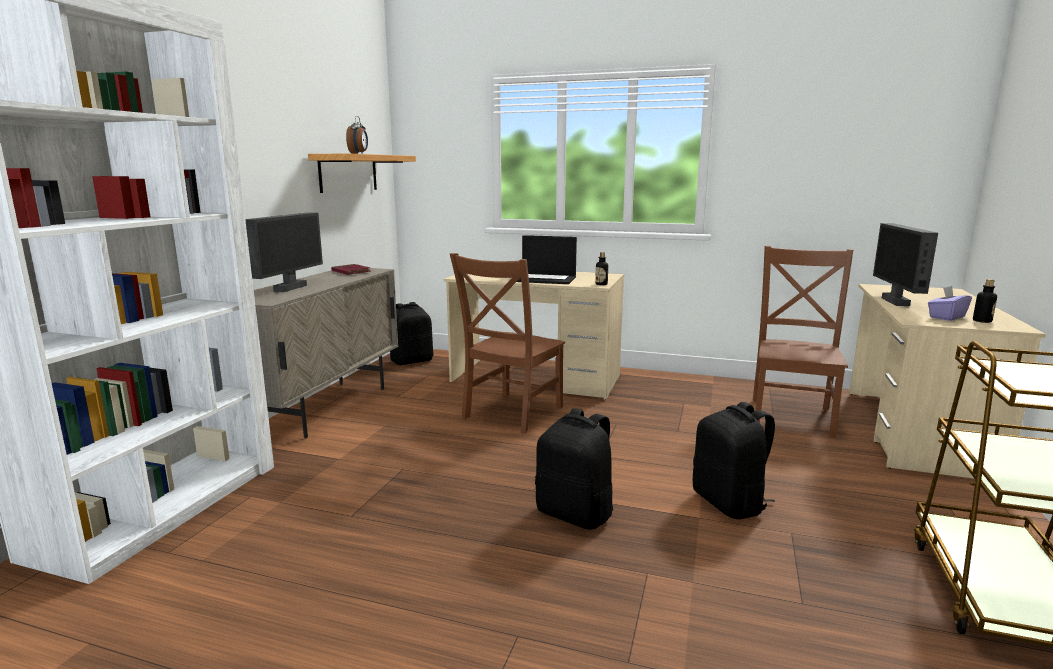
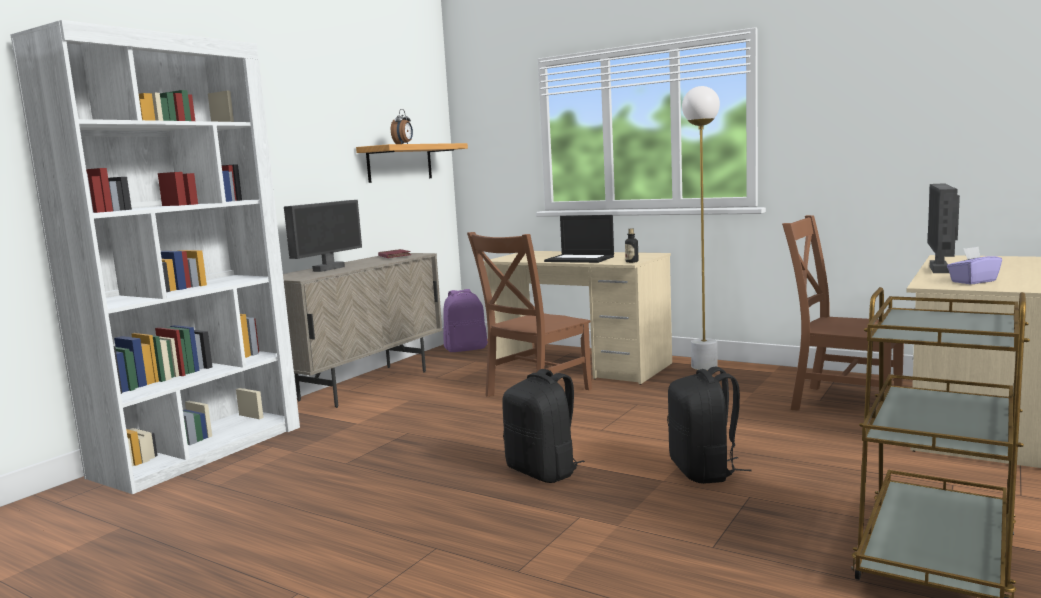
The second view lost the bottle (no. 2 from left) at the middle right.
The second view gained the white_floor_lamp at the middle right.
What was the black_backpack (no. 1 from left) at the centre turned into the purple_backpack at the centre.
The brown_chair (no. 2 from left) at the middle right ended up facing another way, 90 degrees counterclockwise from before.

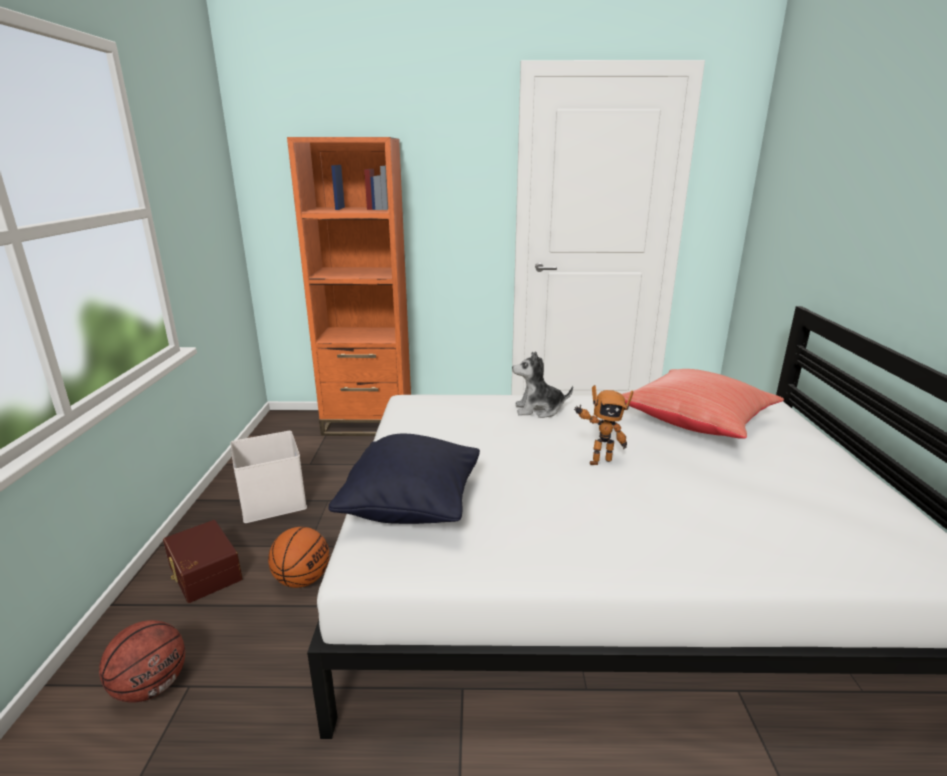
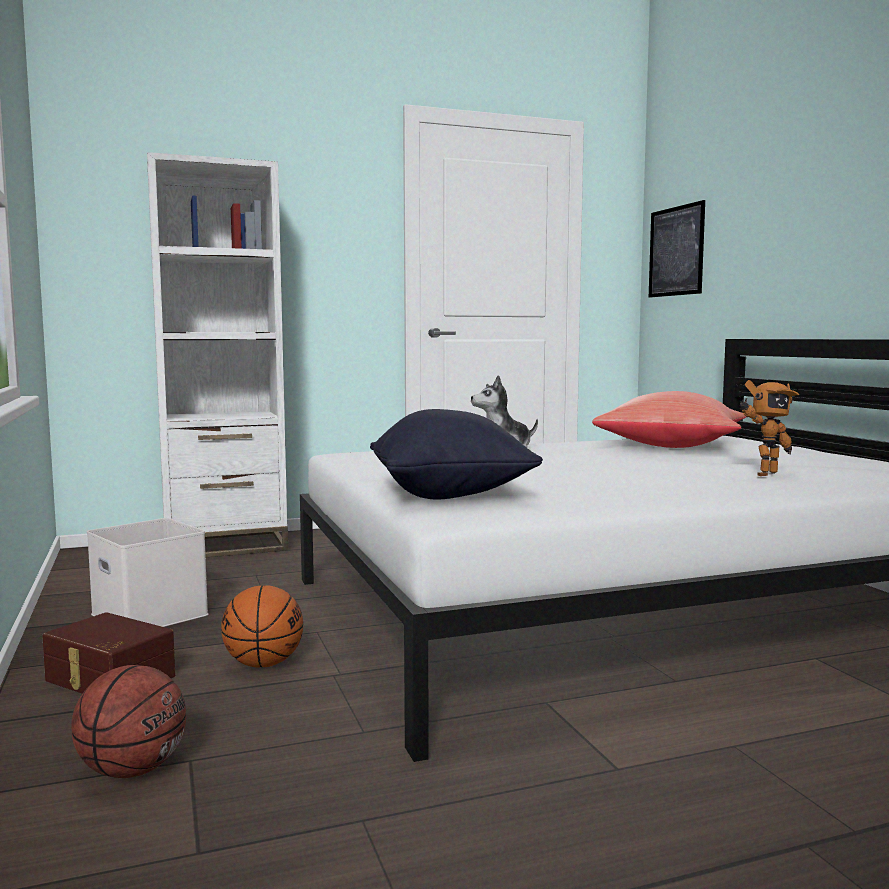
The second view gained the picture at the top right.
The toy_robot ended up elsewhere, having gone from the centre to the middle right.
What was the orange_bookcase at the centre turned into the white_bookcase at the middle left.

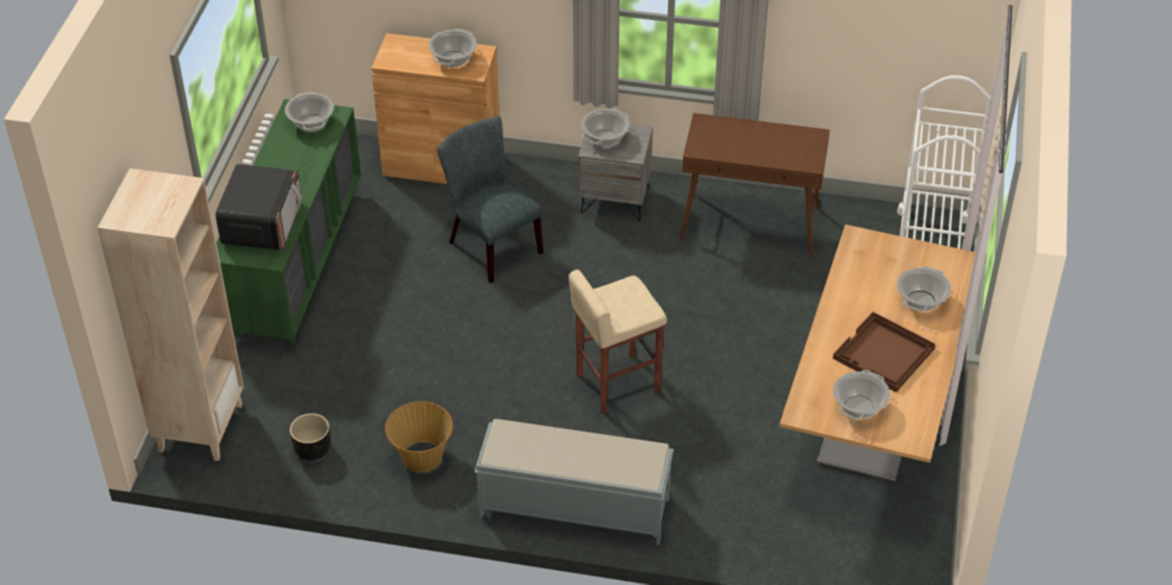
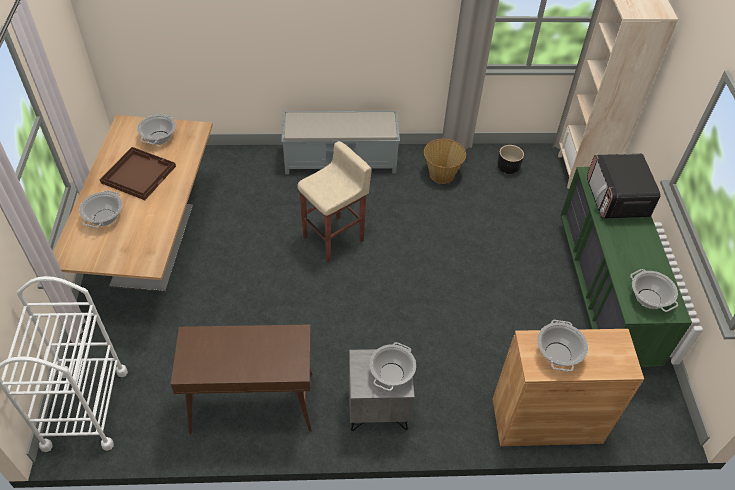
The second view lost the grey_chair at the centre.

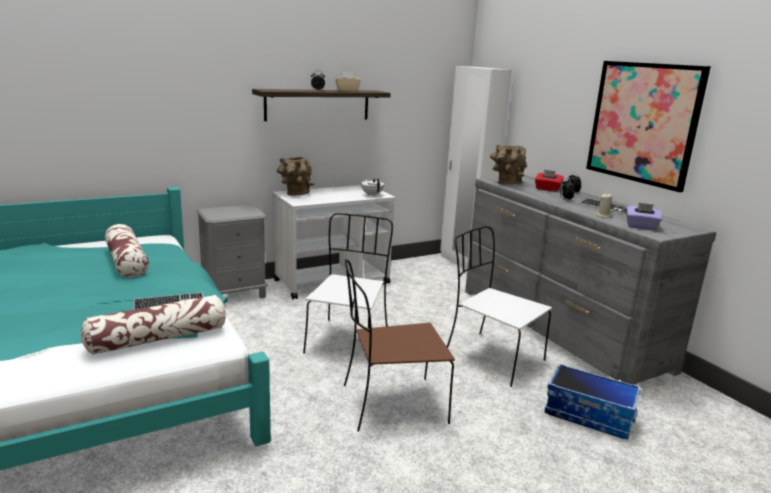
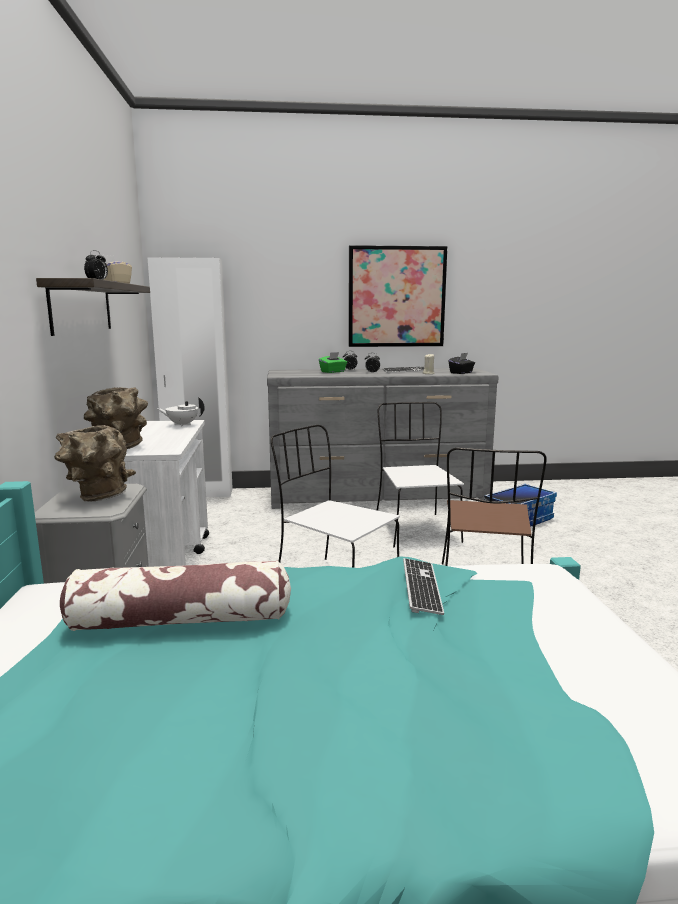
The second view lost the pillow (no. 2 from left) at the middle left.
The brown_vase (no. 2 from left in the first image) ended up elsewhere, having gone from the centre to the middle left.
What was the red_tissue_box at the middle right turned into the green_tissue_box at the centre.
What was the purple_tissue_box at the middle right turned into the black_tissue_box at the middle right.
The white_chair (no. 2 from left) at the centre ended up facing another way, 105 degrees clockwise from before.

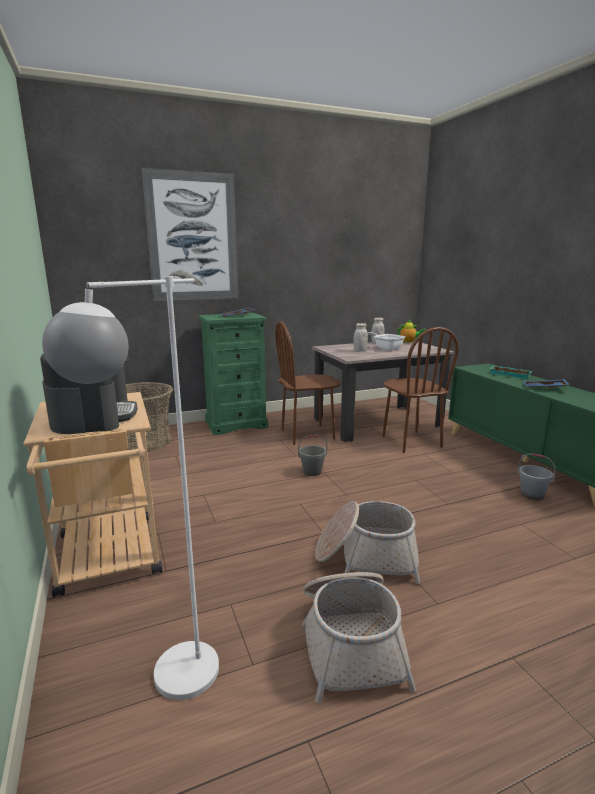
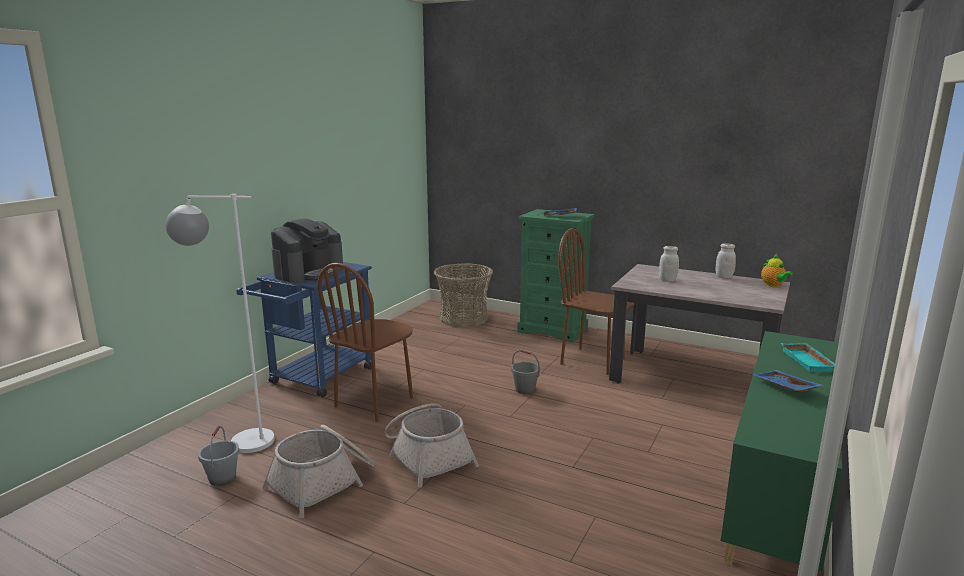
The second view lost the picture at the top left.
The second view lost the frying_pan at the centre.
The brown_chair (no. 2 from left in the first image) ended up elsewhere, having gone from the middle right to the centre.
The grey_bucket (no. 2 from left in the first image) ended up elsewhere, having gone from the middle right to the bottom left.
What was the beige_cart at the middle left turned into the blue_cart at the middle left.

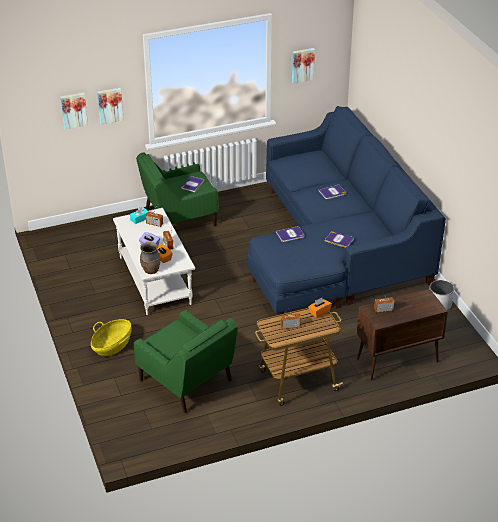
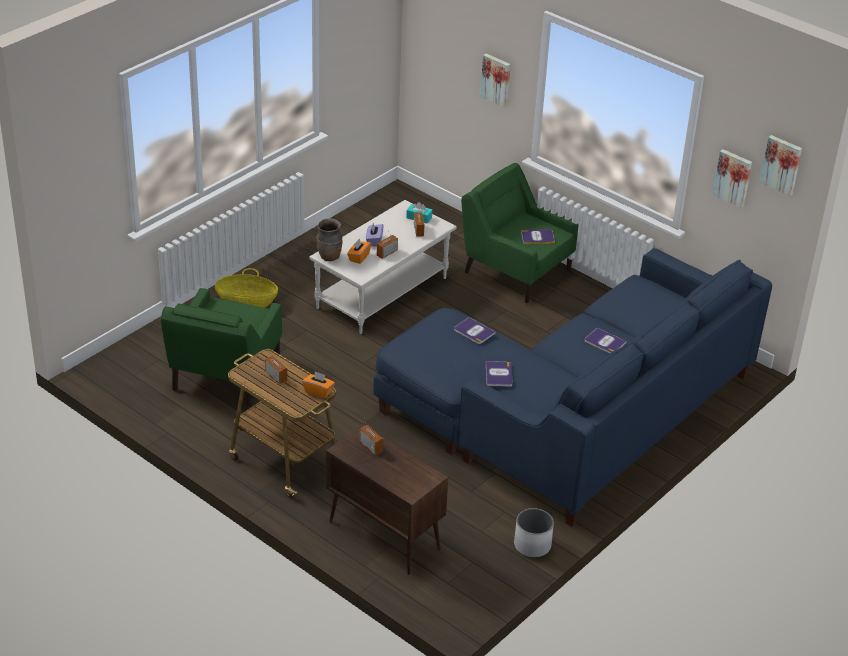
The picture (no. 1 from left in the first image) ended up elsewhere, having gone from the top left to the top right.

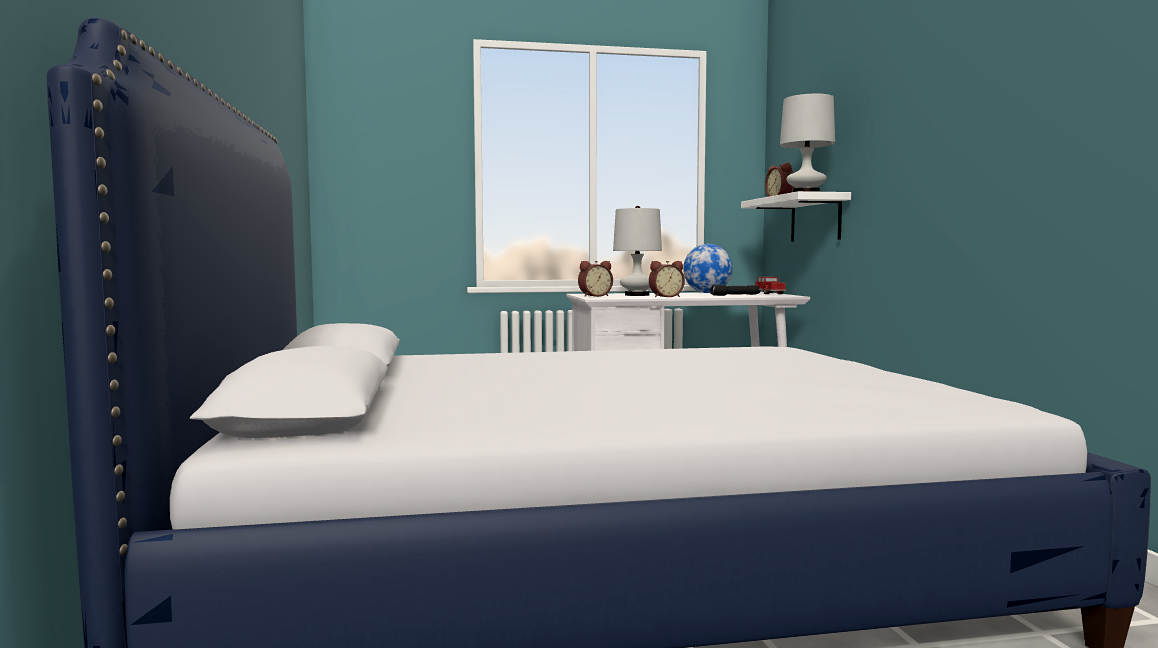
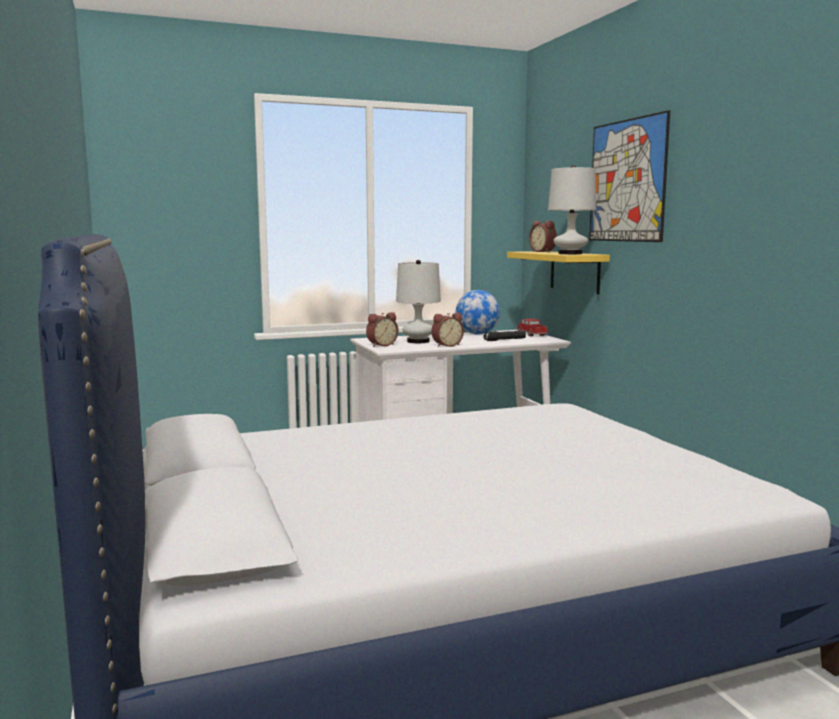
The second view gained the picture at the top right.
What was the white_shelf at the middle right turned into the yellow_shelf at the centre.

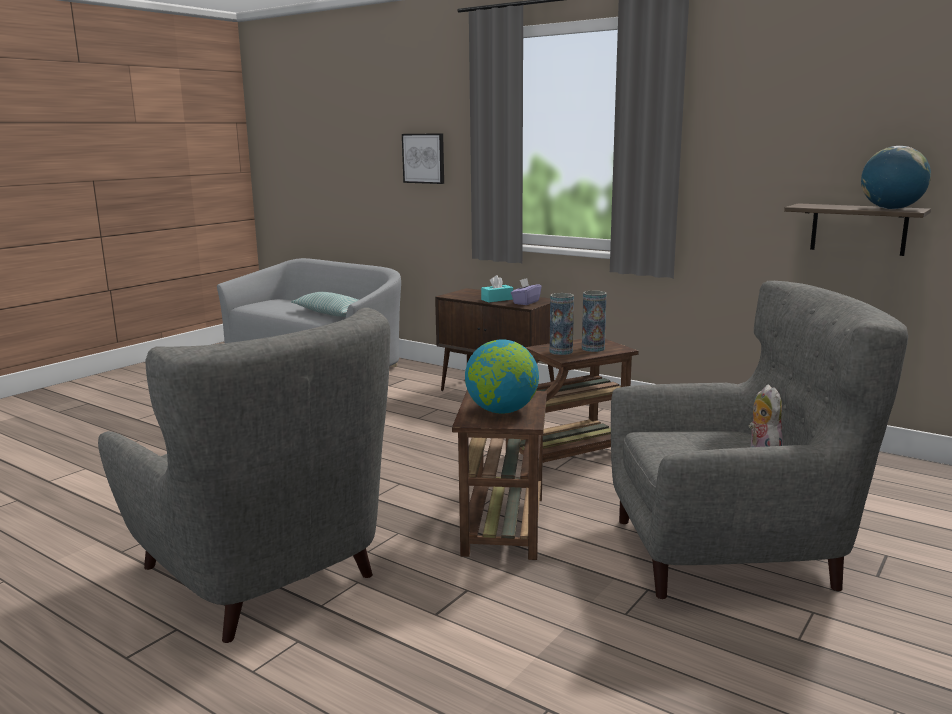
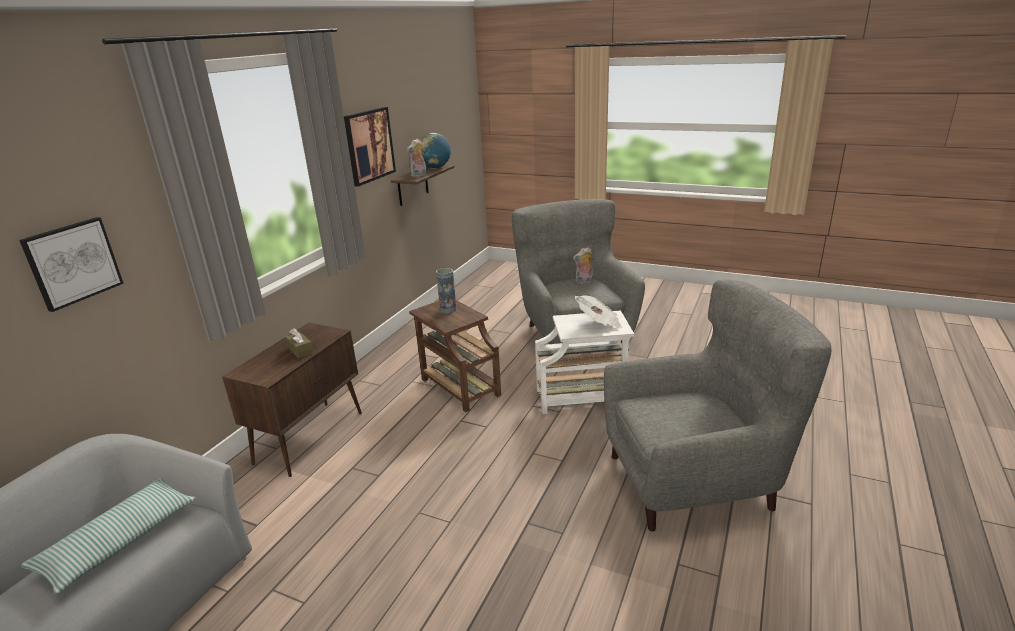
The second view lost the purple_tissue_box at the centre.
The second view lost the vase (no. 1 from left) at the centre.
The second view gained the picture (no. 2 from left) at the top centre.
The second view gained the plush_toy (no. 1 from left) at the top centre.
Where the globe (no. 1 from left) stood at the centre, the newspaper came to stand at the centre.
What was the brown_side_table (no. 1 from left) at the centre turned into the white_side_table at the centre.
What was the turquoise_tissue_box at the centre turned into the brown_tissue_box at the middle left.
The grey_armchair (no. 1 from left in the first image) at the middle left ended up facing another way, 45 degrees clockwise from before.

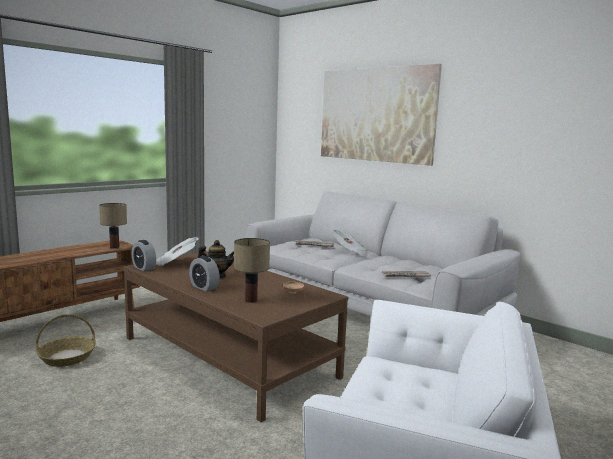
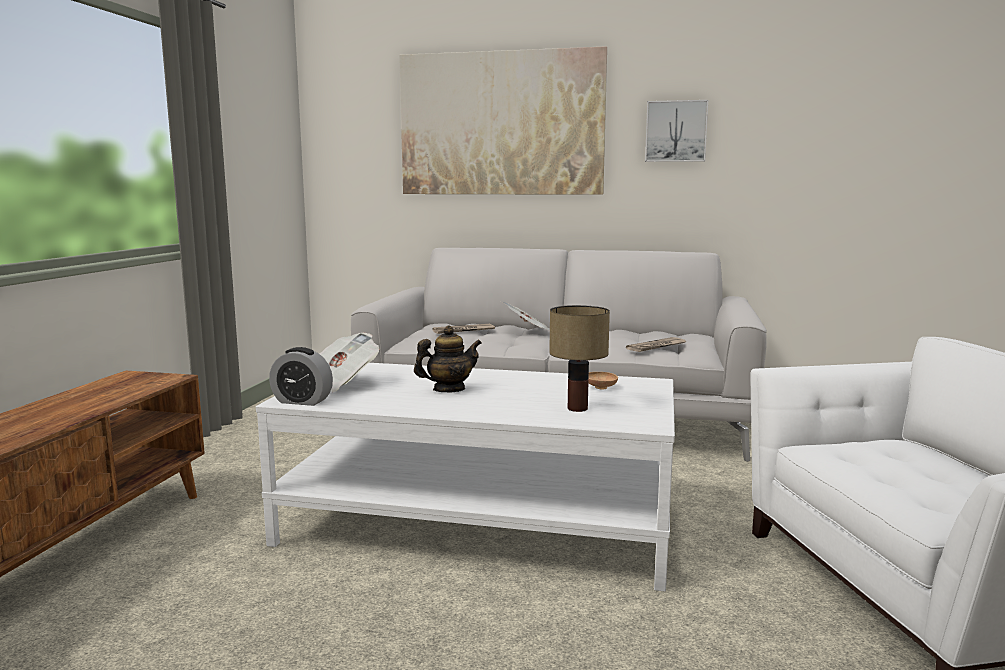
The second view lost the basket at the bottom left.
The second view lost the table_lamp (no. 1 from left) at the middle left.
The second view lost the alarm_clock (no. 2 from left) at the middle left.
The second view gained the picture (no. 2 from left) at the top right.
What was the brown_coffee_table at the bottom centre turned into the white_coffee_table at the bottom centre.

